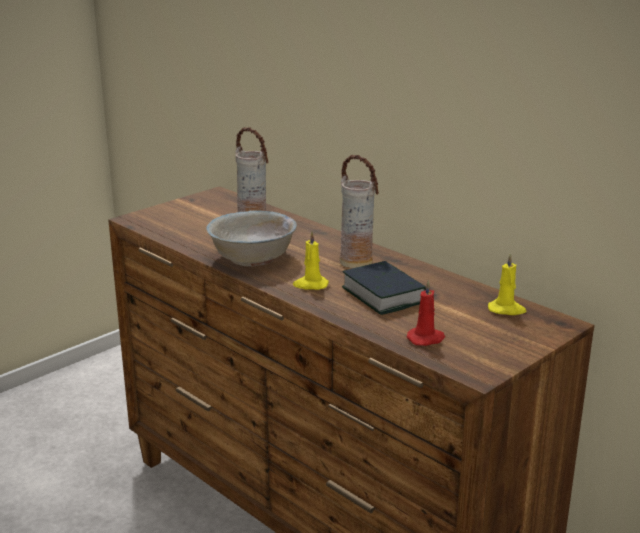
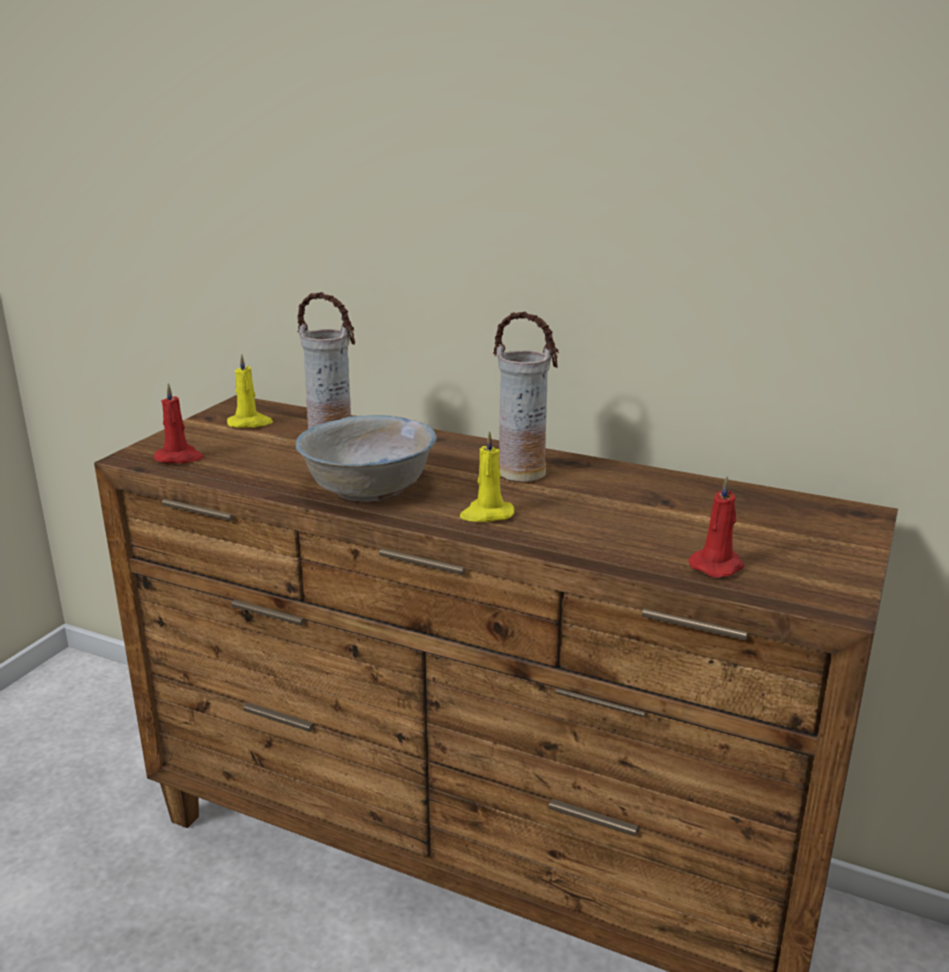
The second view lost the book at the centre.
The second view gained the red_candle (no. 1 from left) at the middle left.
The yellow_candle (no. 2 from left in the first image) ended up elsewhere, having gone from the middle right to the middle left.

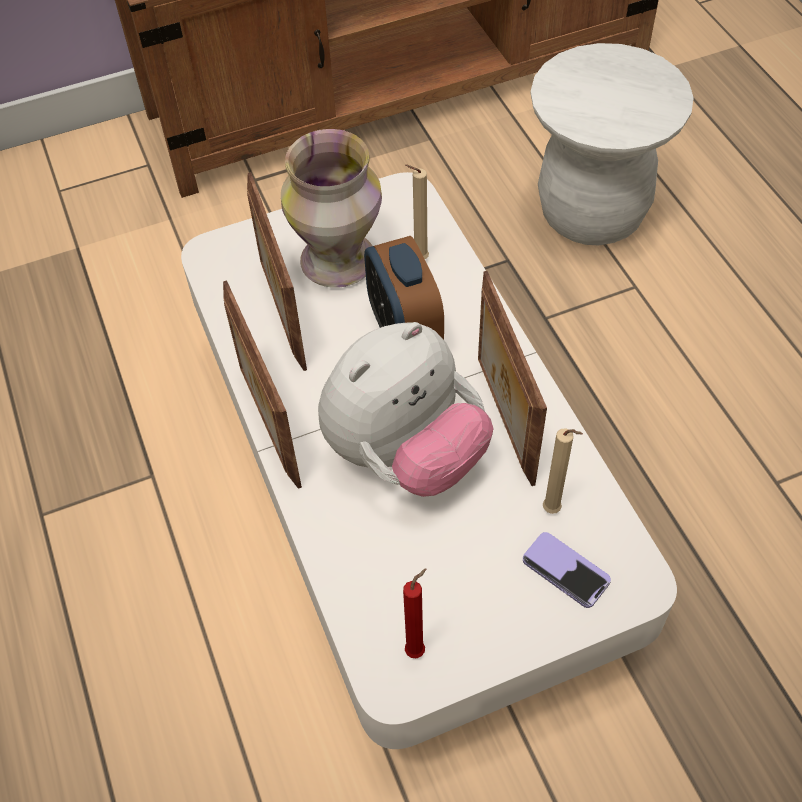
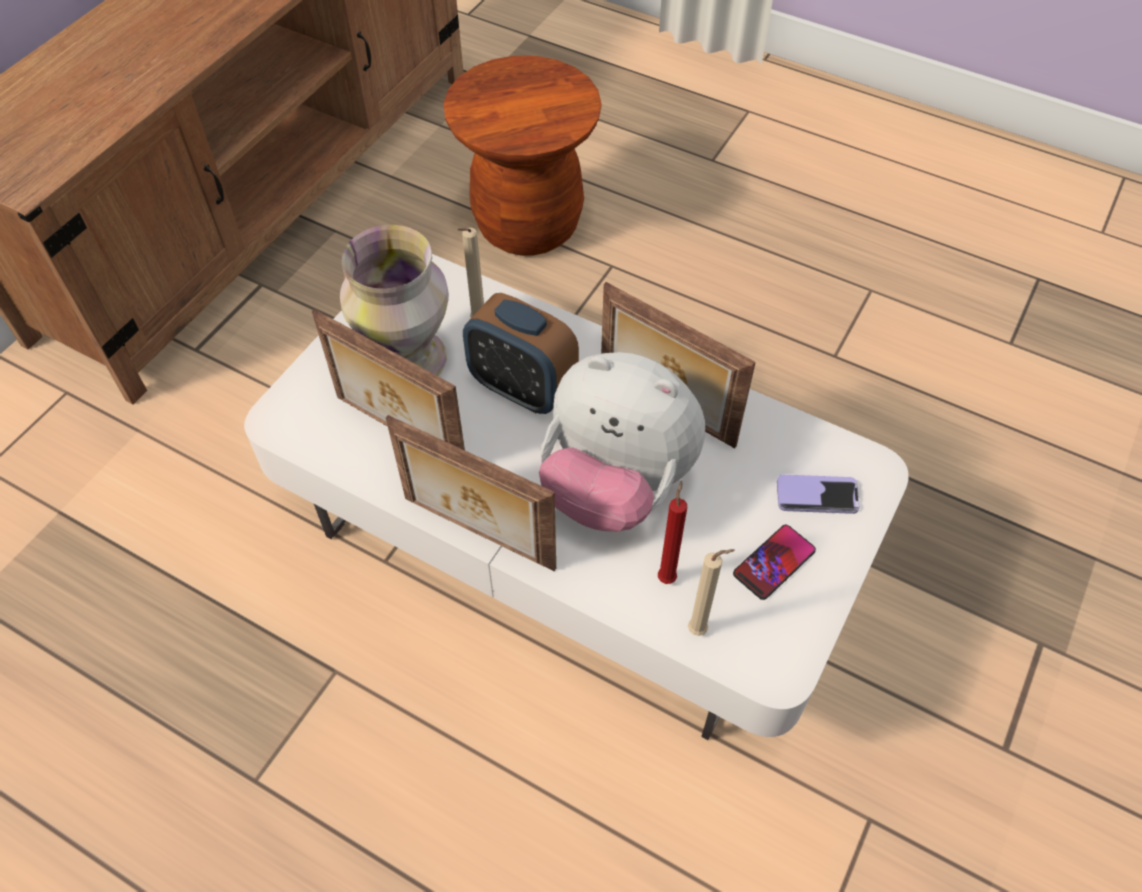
The second view gained the phone (no. 1 from left) at the middle right.
The red_candle ended up elsewhere, having gone from the bottom centre to the centre.
The beige_candle (no. 2 from left) ended up elsewhere, having gone from the middle right to the centre.
What was the white_stool at the top right turned into the brown_stool at the top centre.
The plush_toy at the centre ended up facing another way, 105 degrees clockwise from before.

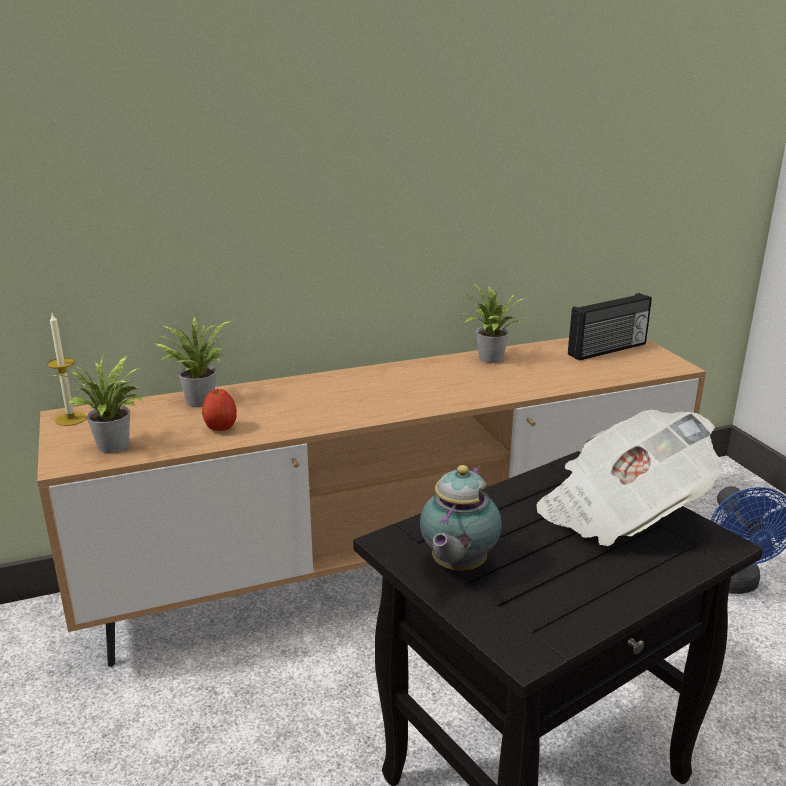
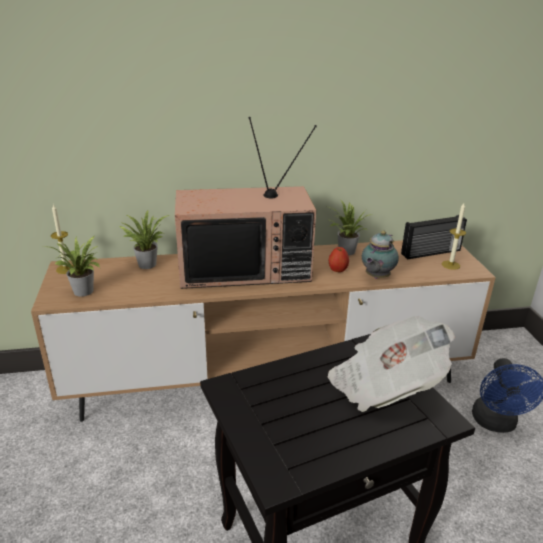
The second view gained the television at the centre.
The second view gained the candle (no. 2 from left) at the middle right.
The apple ended up elsewhere, having gone from the middle left to the centre.
The teapot ended up elsewhere, having gone from the centre to the middle right.

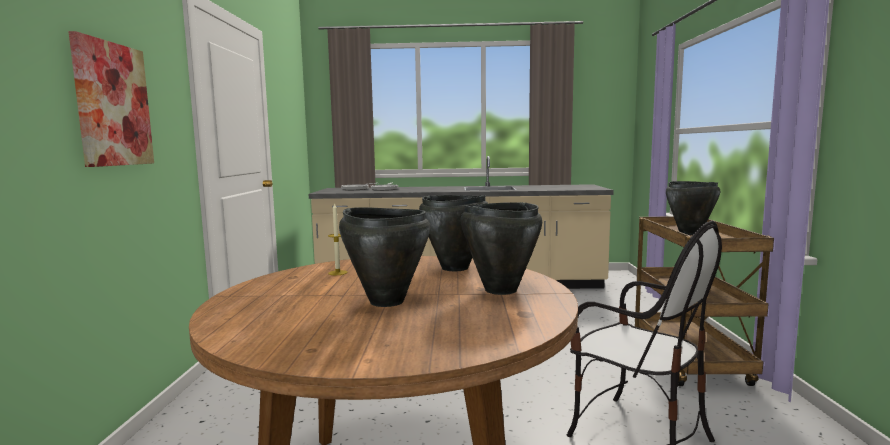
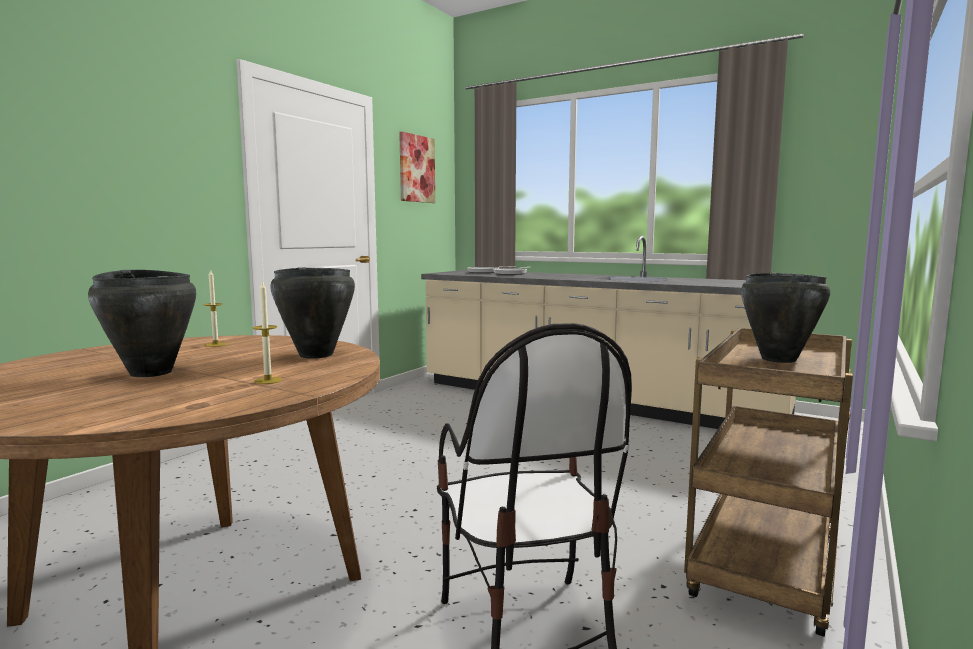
The picture ended up elsewhere, having gone from the top left to the top centre.
Where the black_cooking_pot (no. 3 from left) stood at the centre, the candle (no. 2 from left) came to stand at the middle left.

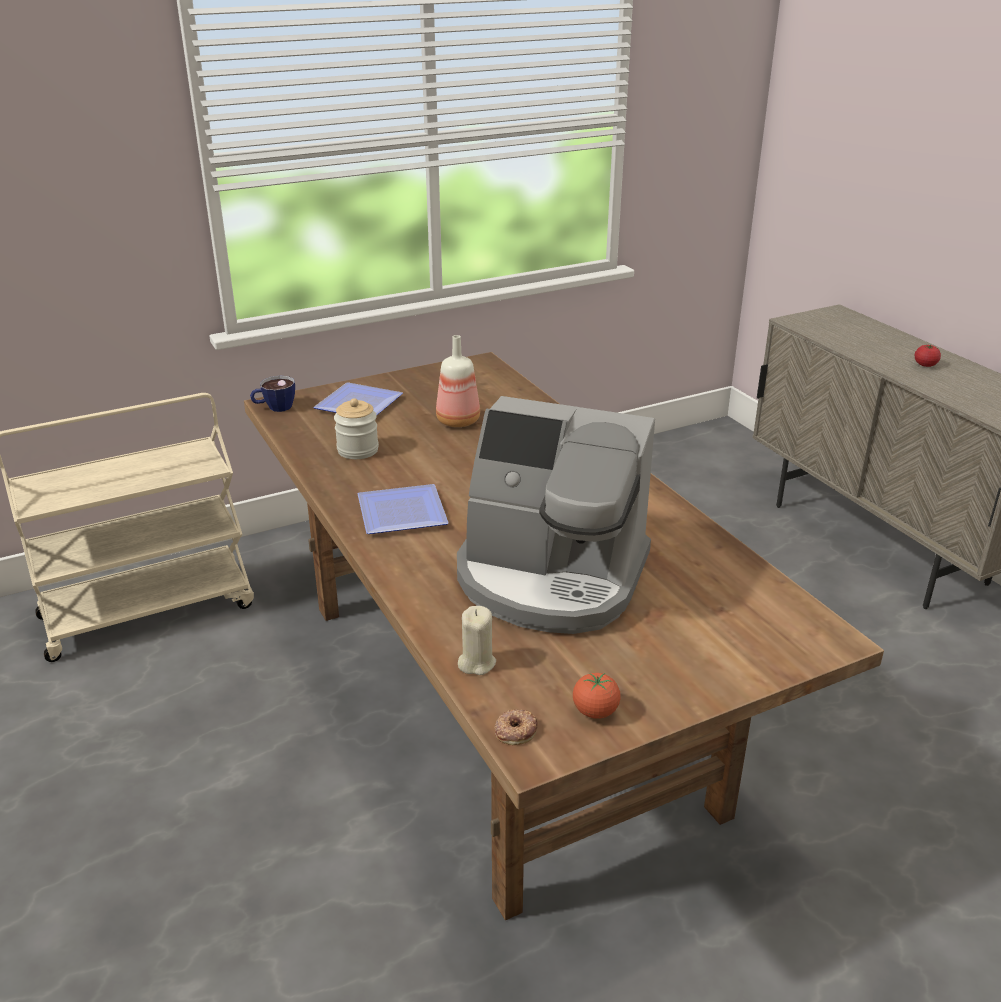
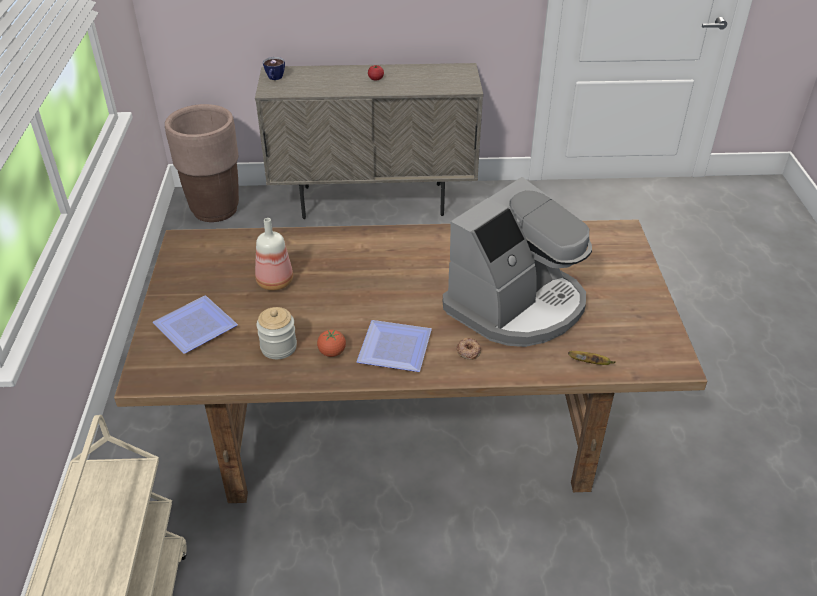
The second view gained the brown_planter at the top left.
The cup ended up elsewhere, having gone from the middle left to the top centre.
The donut ended up elsewhere, having gone from the bottom centre to the centre.
The tomato (no. 1 from left) ended up elsewhere, having gone from the bottom centre to the centre.
Where the beige_candle stood at the centre, the banana came to stand at the middle right.

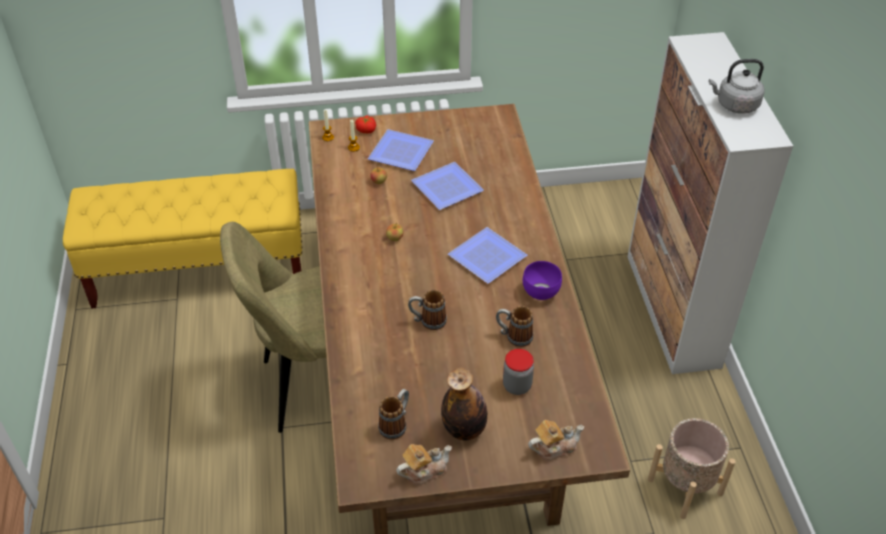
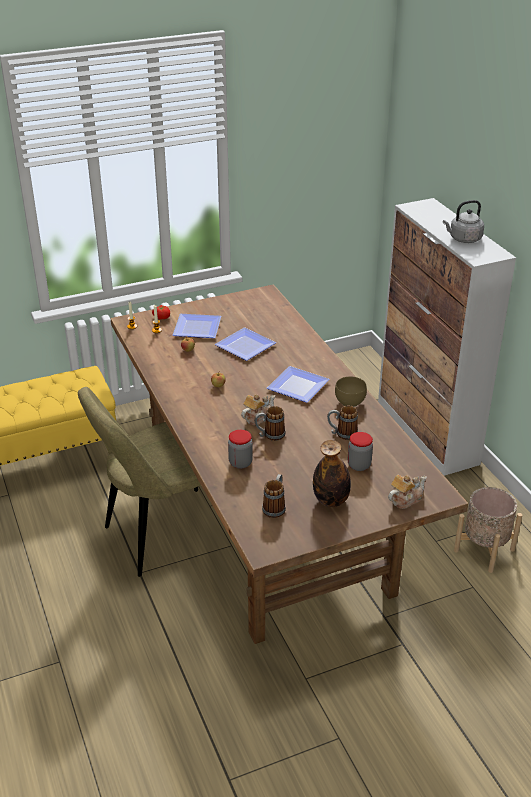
The second view gained the jar (no. 1 from left) at the centre.
The teapot (no. 1 from left) ended up elsewhere, having gone from the bottom centre to the centre.
What was the purple_bowl at the centre turned into the brown_bowl at the centre.

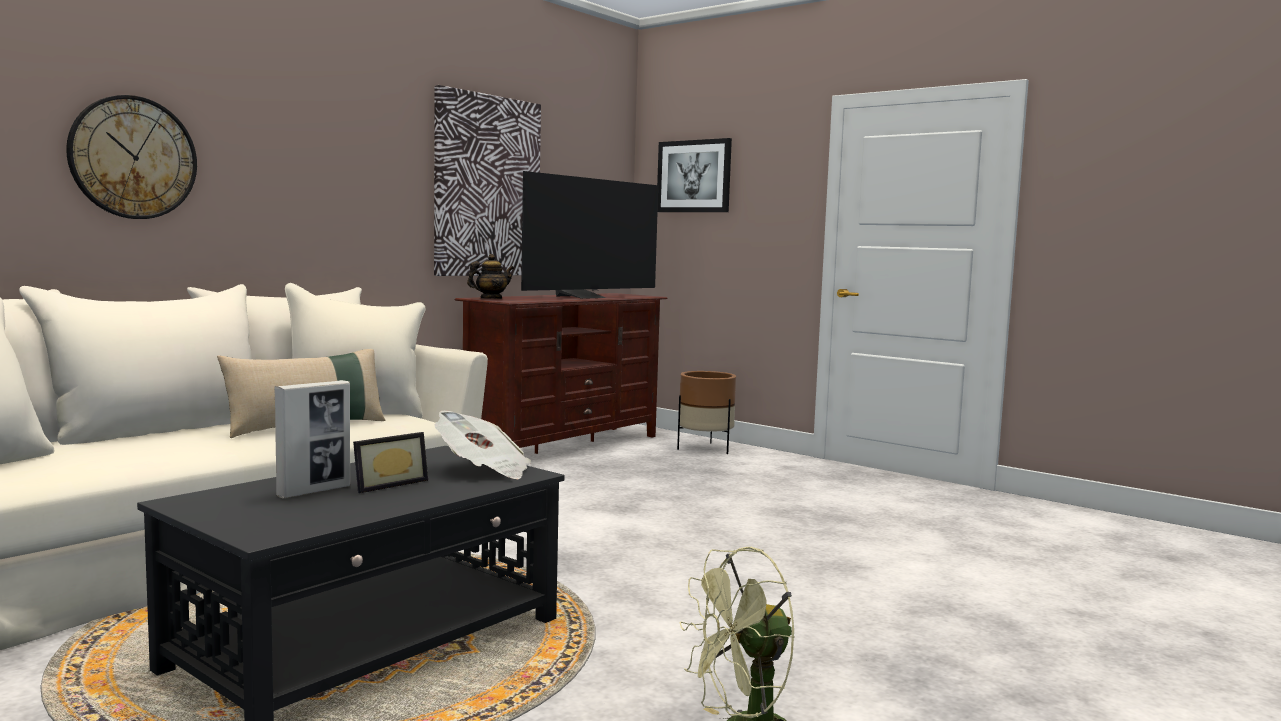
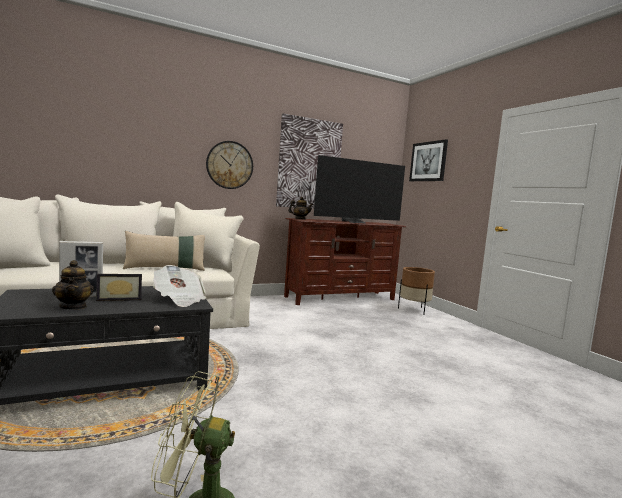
The second view gained the teapot (no. 1 from left) at the middle left.
The wall_clock ended up elsewhere, having gone from the top left to the top centre.

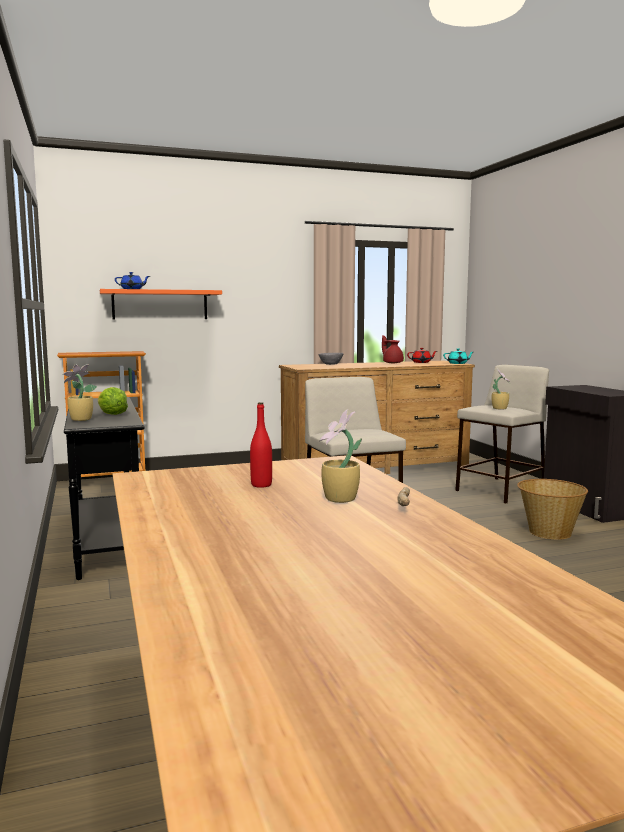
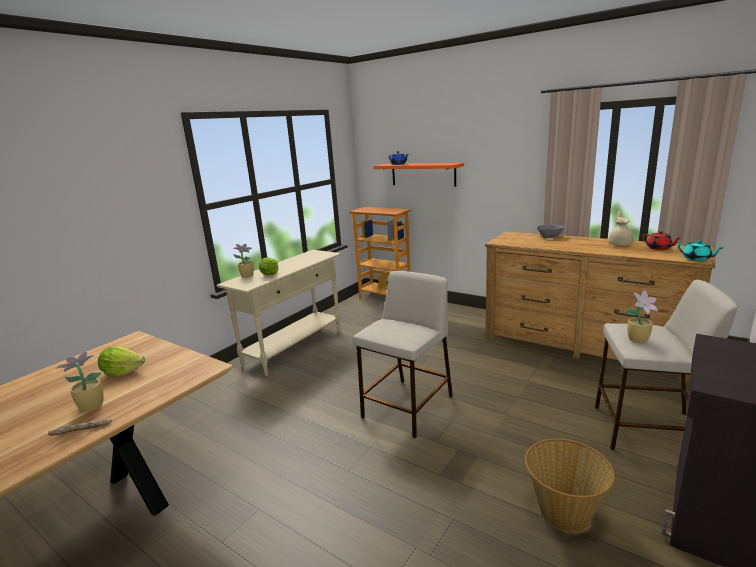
Where the red_bottle stood at the centre, the lettuce (no. 1 from left) came to stand at the middle left.
What was the black_console_table at the middle left turned into the beige_console_table at the centre.
What was the red_teapot (no. 1 from left) at the centre turned into the beige_teapot at the middle right.

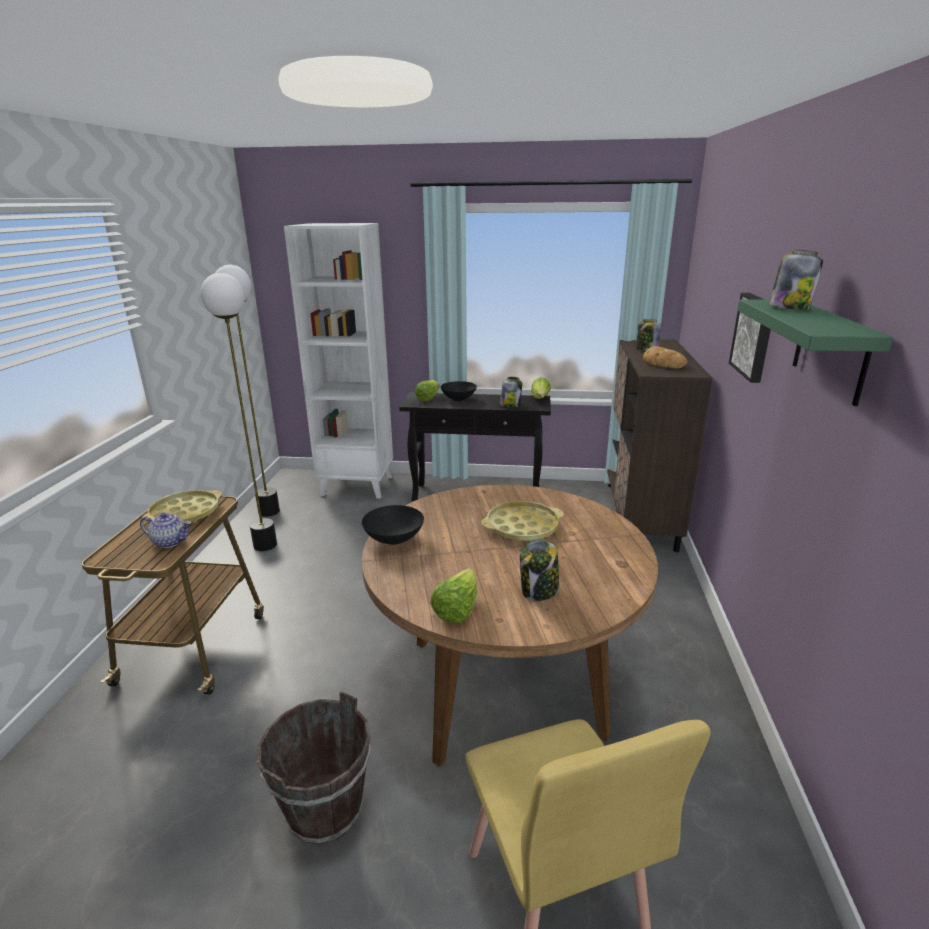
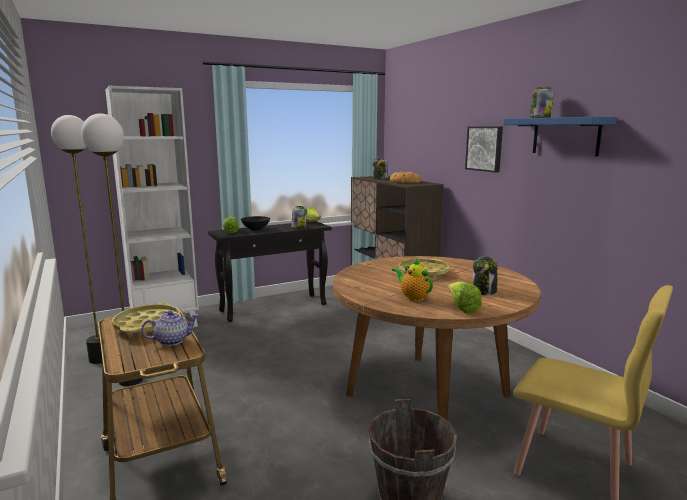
The second view lost the black_bowl (no. 1 from left) at the centre.
The second view gained the teapot (no. 2 from left) at the centre.
What was the green_shelf at the middle right turned into the blue_shelf at the top right.

